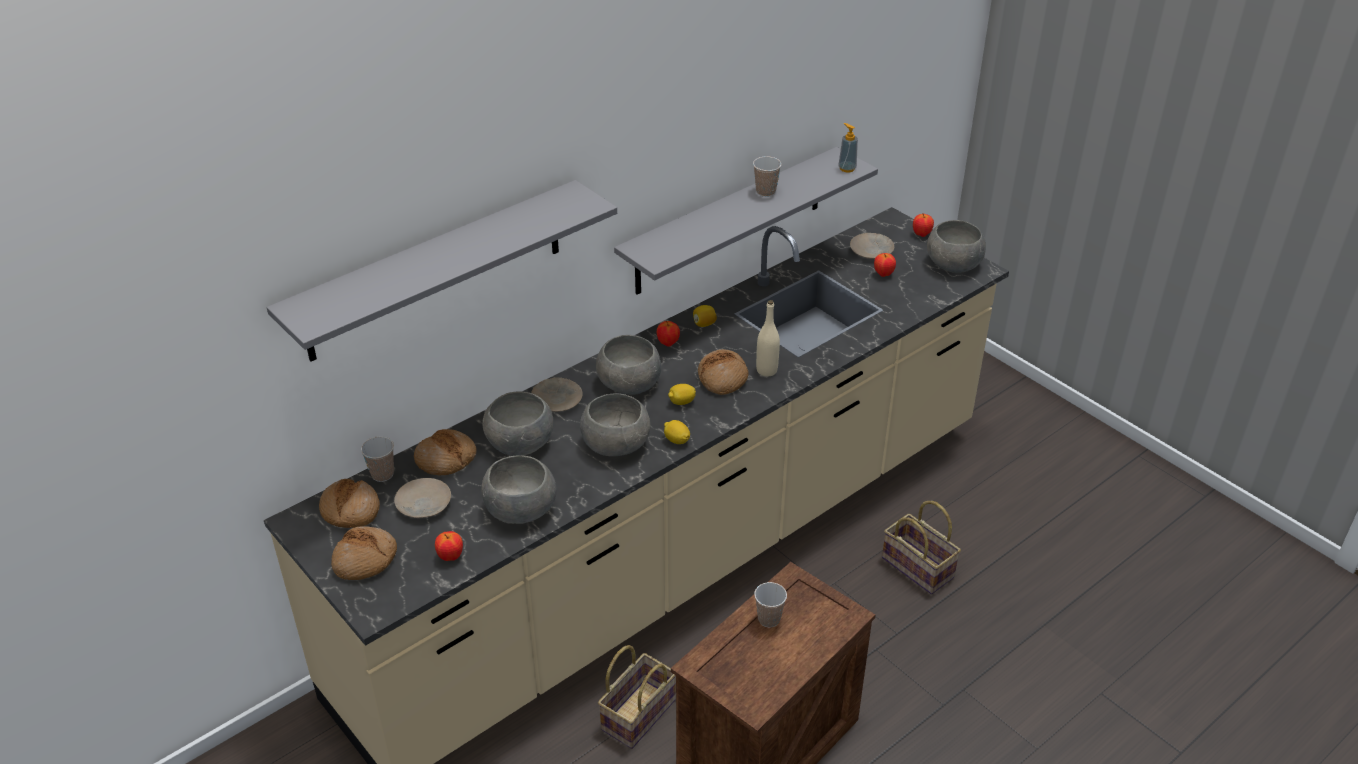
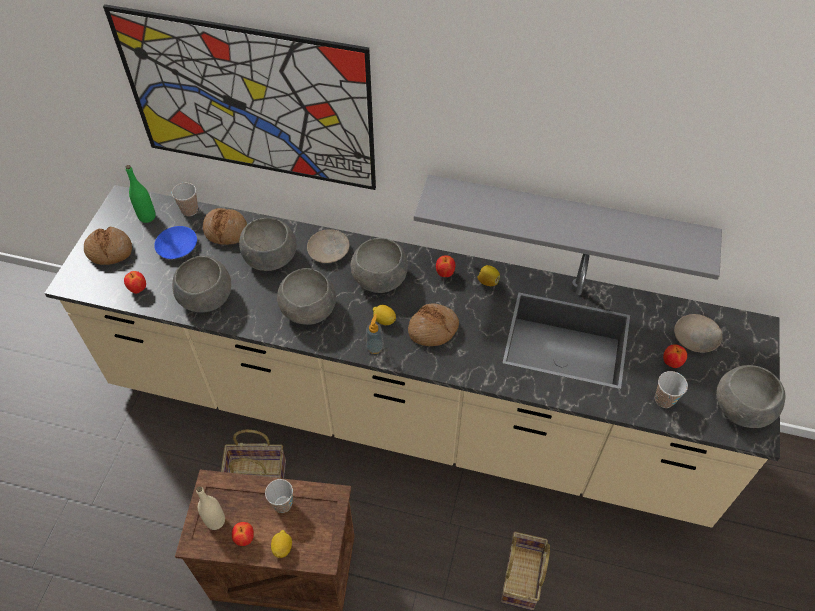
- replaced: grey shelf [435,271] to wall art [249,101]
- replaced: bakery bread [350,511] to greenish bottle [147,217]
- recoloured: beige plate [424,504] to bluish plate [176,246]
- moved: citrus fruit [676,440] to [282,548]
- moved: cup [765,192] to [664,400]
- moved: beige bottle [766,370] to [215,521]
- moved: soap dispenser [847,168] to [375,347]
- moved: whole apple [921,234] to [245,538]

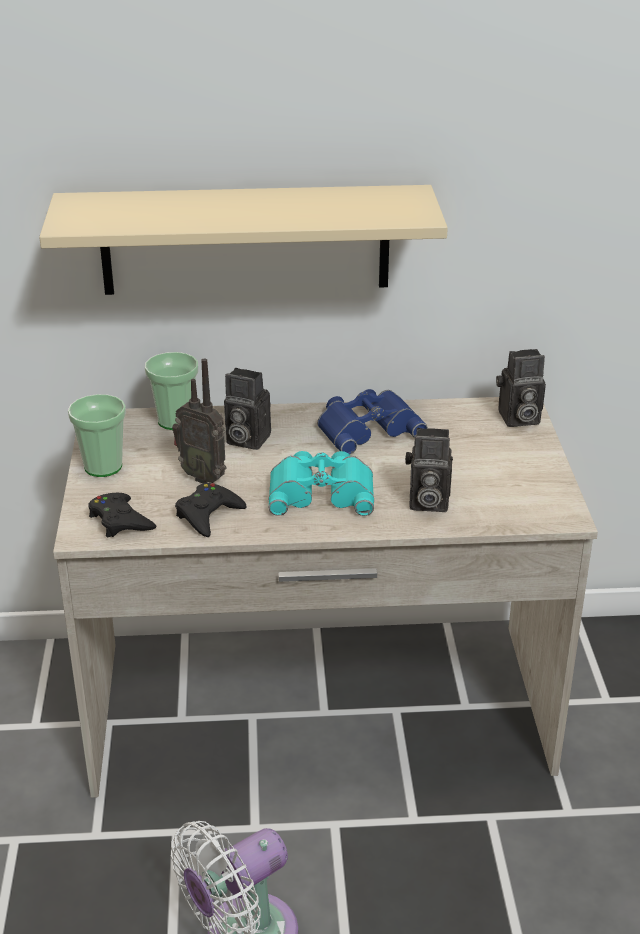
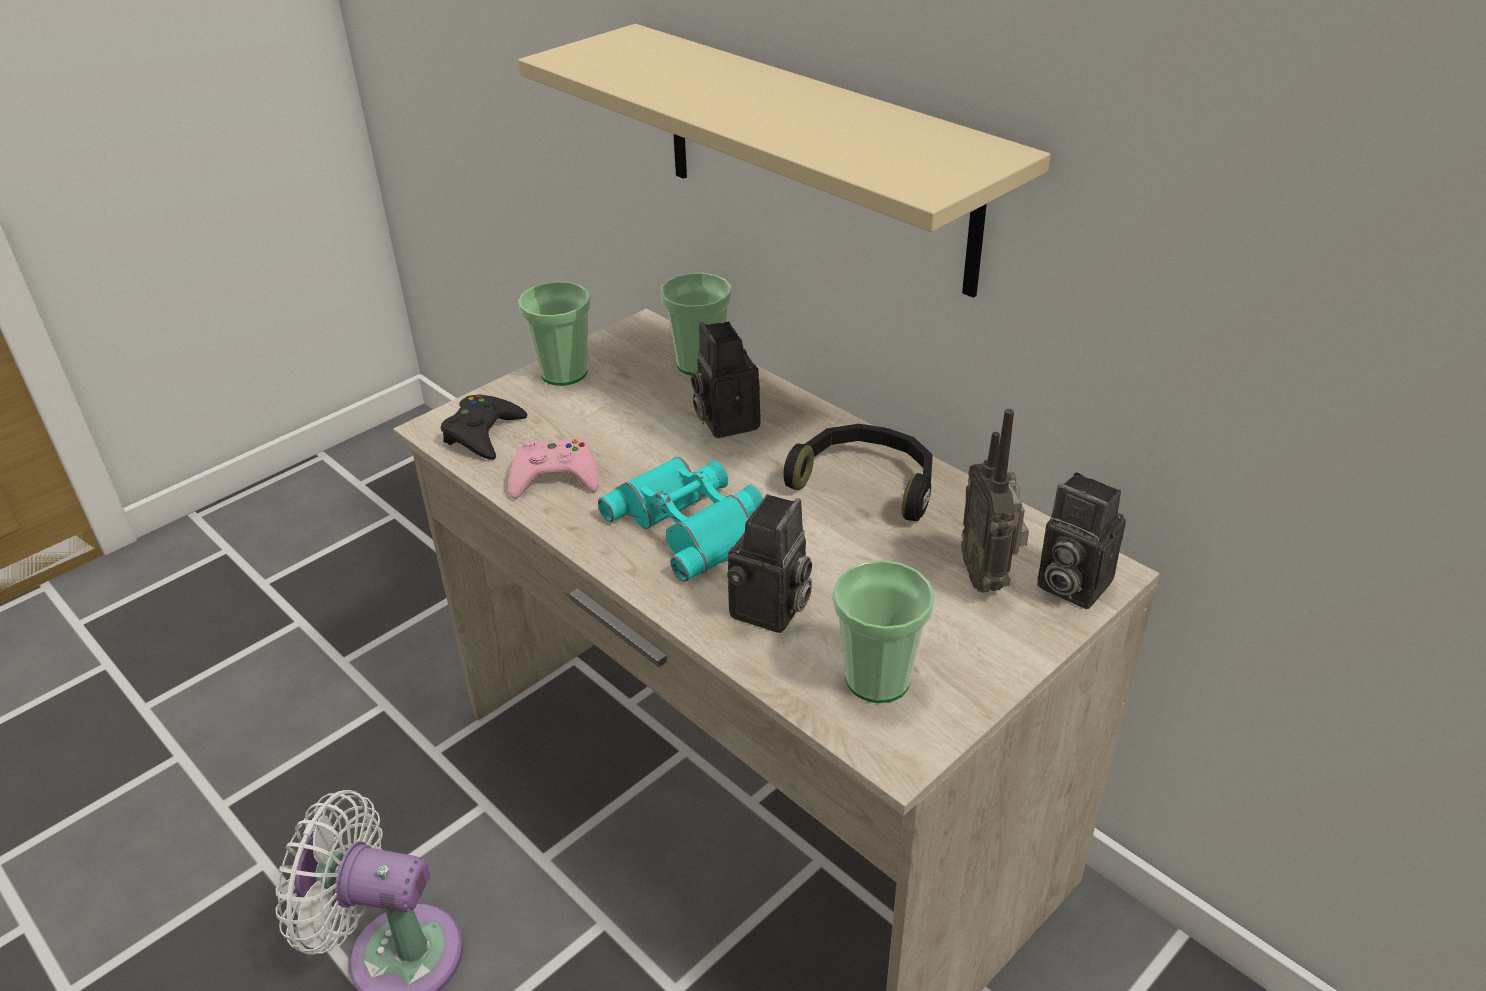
- moved: radio receiver [204,476] to [987,577]
- recoloured: black joypad [208,515] to pinkish joypad [555,477]
- replaced: bluish field glasses [367,428] to black headset [867,482]
- turned: still camera [426,502] = [770,611] 120 degrees counterclockwise
- added: cup [877,679]

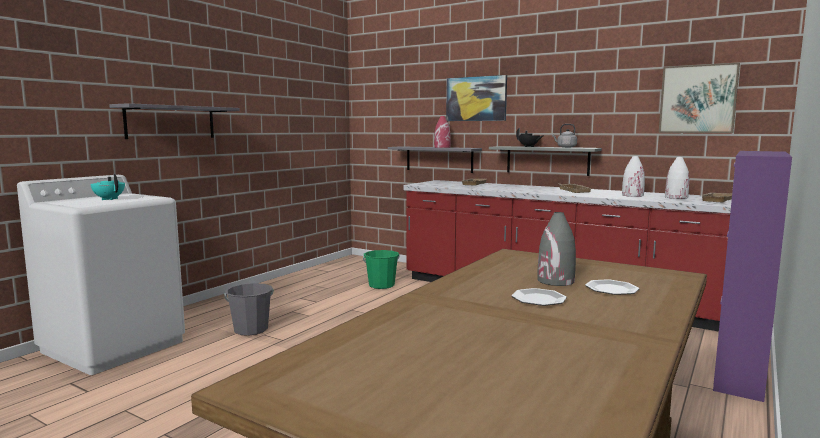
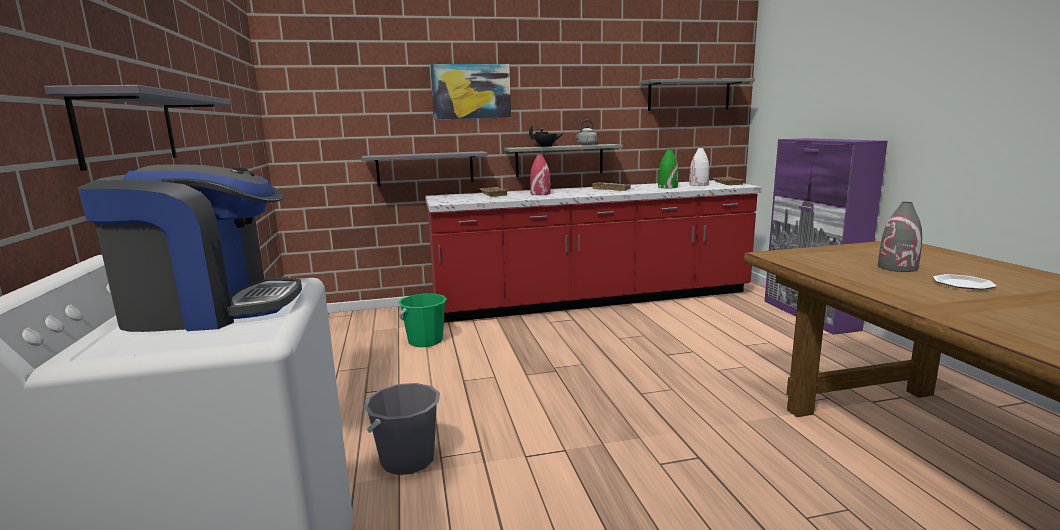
- replaced: turquoise-coloured pot for tea [109,199] to coffee brewer [209,309]
- moved: reddish decorative vase [442,147] to [540,194]
- removed: plate [612,289]
- recoloured: whitish decorative vase [632,195] to greenish decorative vase [667,187]
- replaced: wall art [697,99] to grey shelf [689,95]

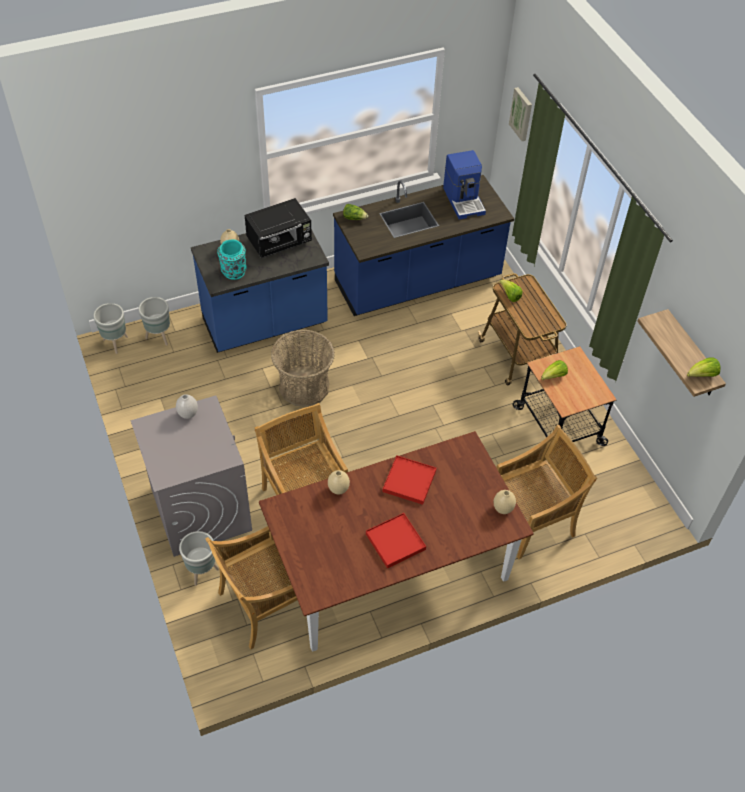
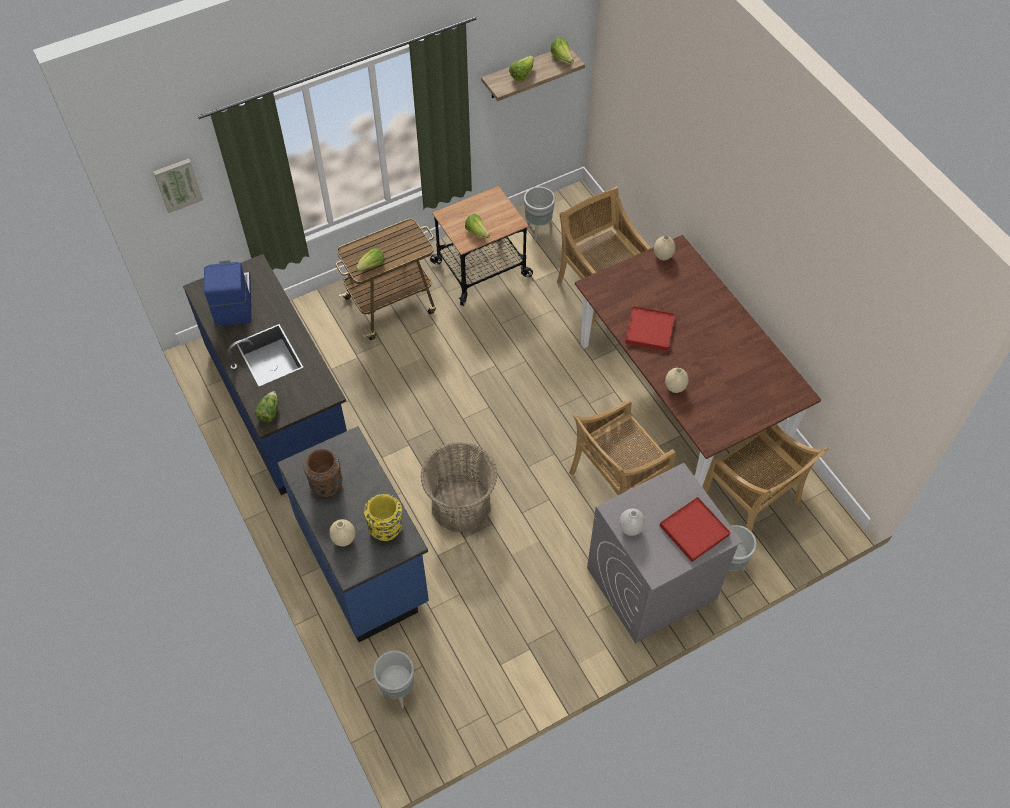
- moved: grey flower pot [116,343] to [537,229]
- recoloured: turquoise-coloured decorative vase [233,272] to yellow decorative vase [386,528]
- replaced: black microwave [280,242] to brown decorative vase [326,484]
- moved: reddish carrying tray [395,542] to [694,530]
- turned: coffee brewer [464,200] = [232,301] 75 degrees counterclockwise
- added: lettuce [522,75]

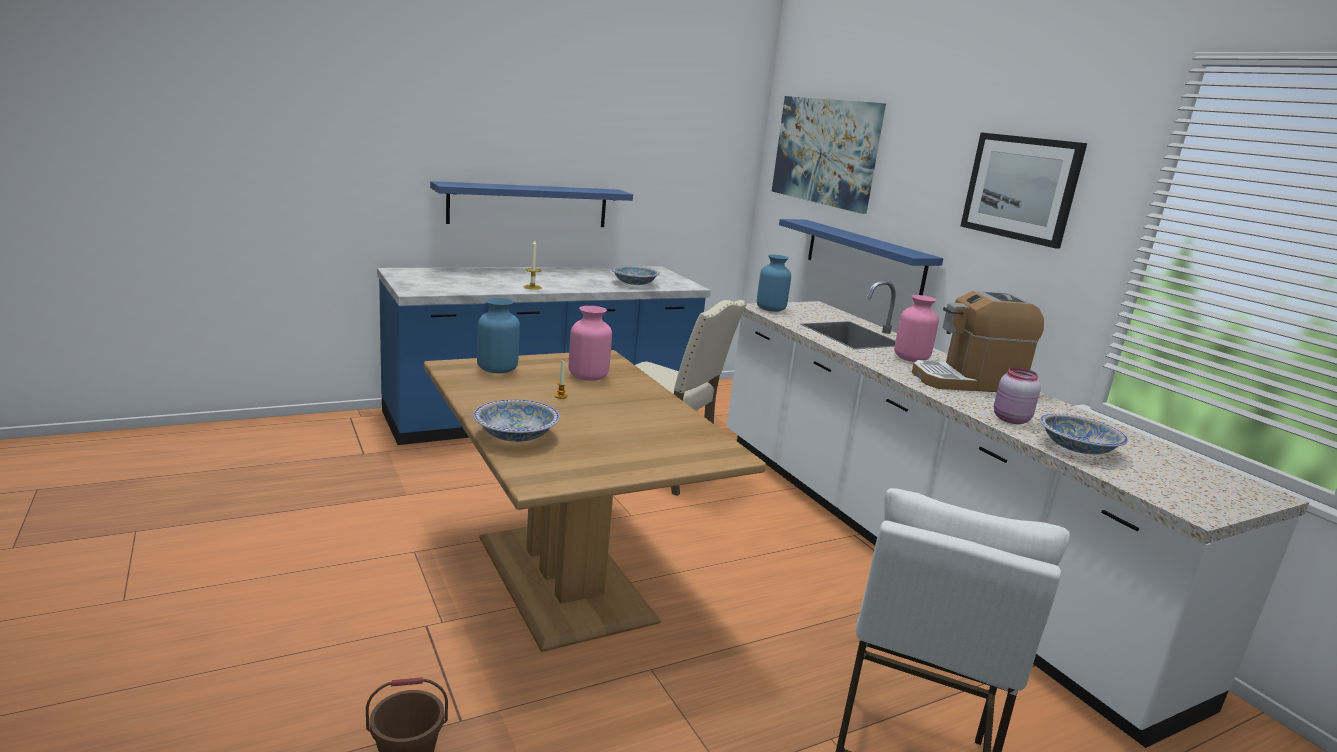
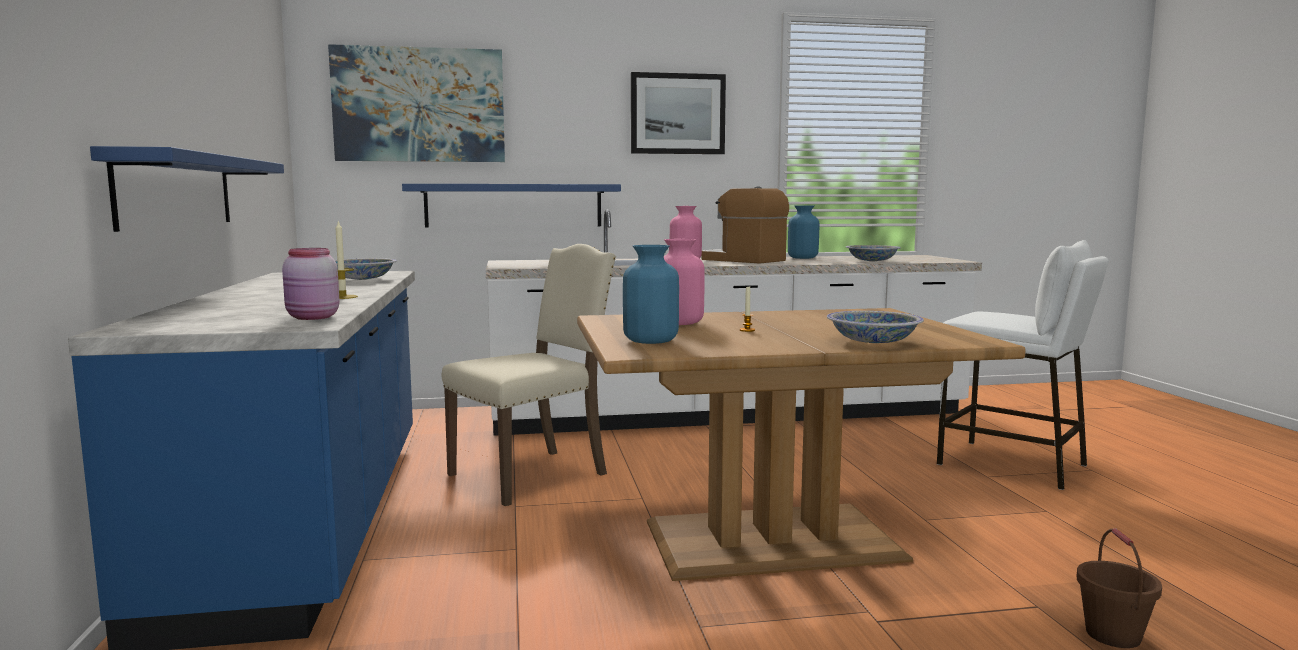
- moved: bluish decorative vase [770,309] to [802,258]
- turned: coffee brewer [967,381] = [742,260] 120 degrees clockwise
- moved: pinkish preserve jar [1010,419] to [312,317]

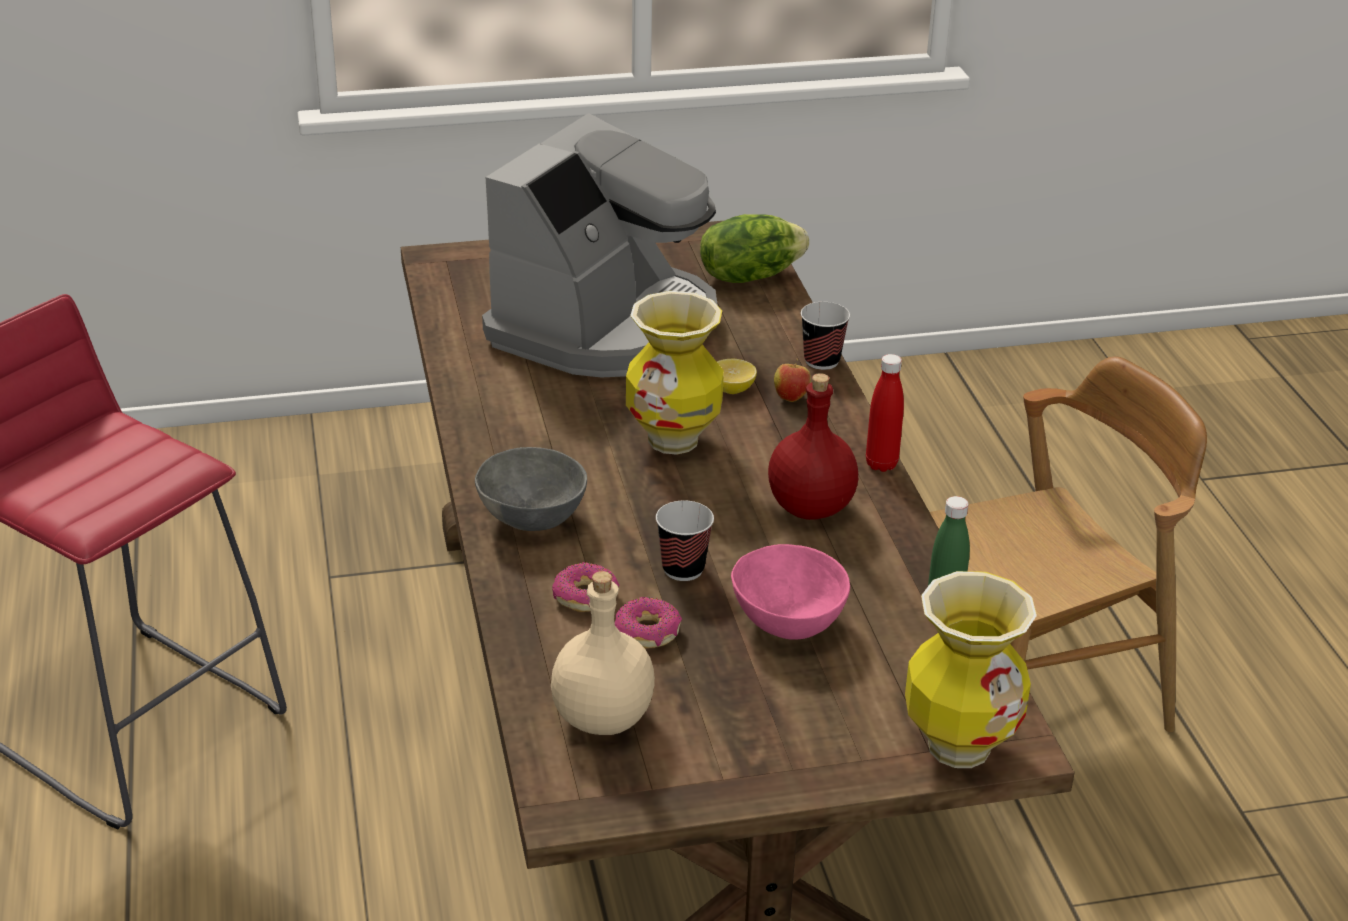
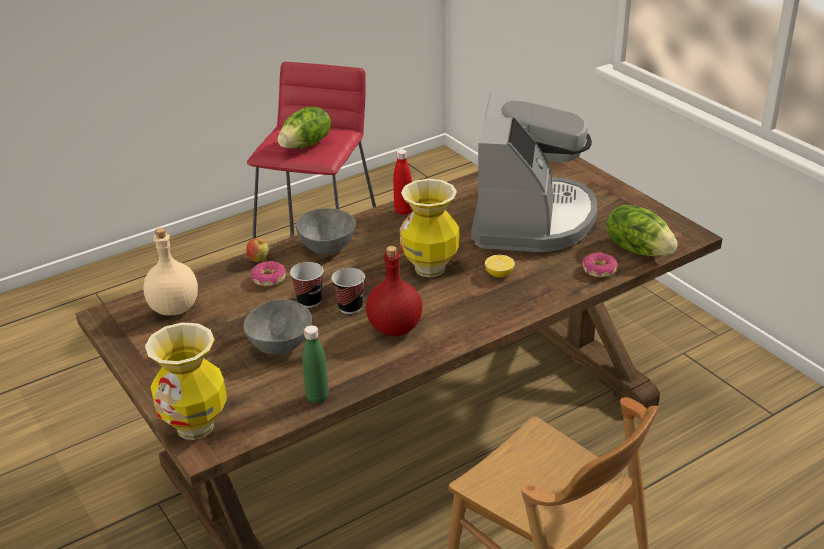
- turned: coffee brewer [606,326] = [531,219] 90 degrees counterclockwise
- moved: donut [648,633] to [599,270]
- recoloured: pinkish bowl [787,620] to grey bowl [281,344]
- moved: whole apple [791,397] to [258,260]
- moved: cup [821,361] to [350,307]
- moved: reddish bottle [881,464] to [403,211]
- added: lettuce [306,145]

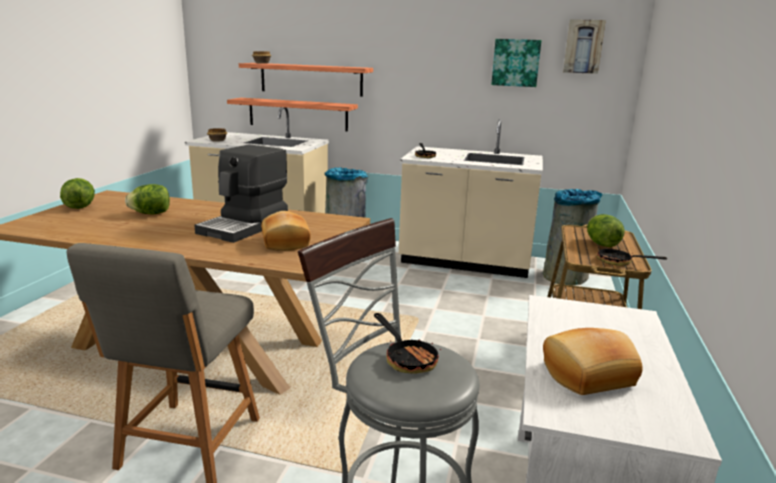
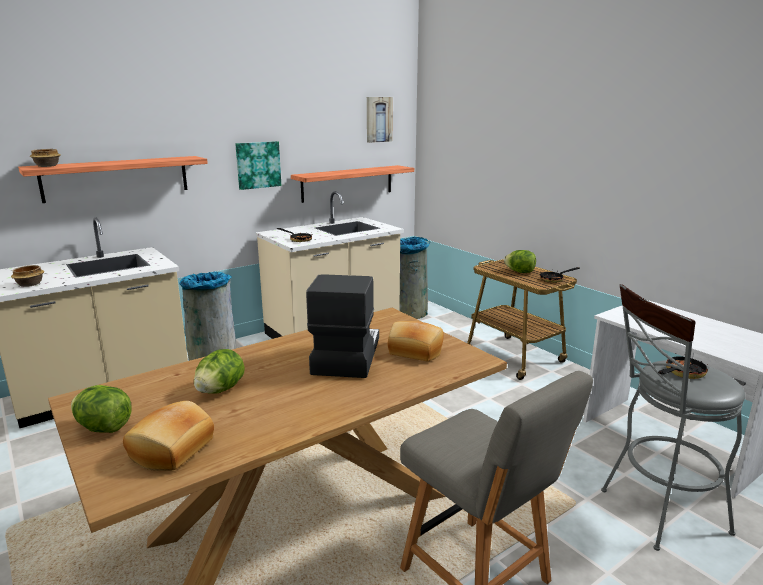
- turned: coffee brewer [245,226] = [345,355] 150 degrees counterclockwise
- moved: shelf [298,114] to [347,183]
- turned: skillet [407,358] = [681,373] 45 degrees counterclockwise
- moved: wall art [516,62] to [258,165]
- moved: bakery bread [589,376] to [173,450]

